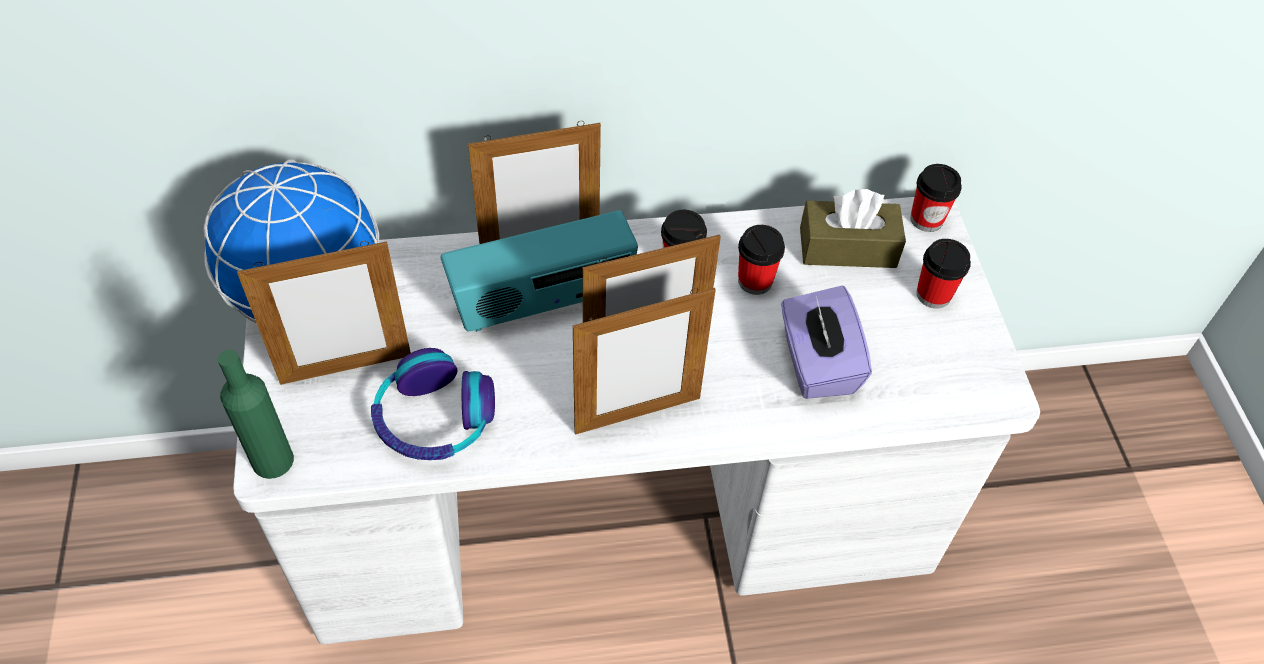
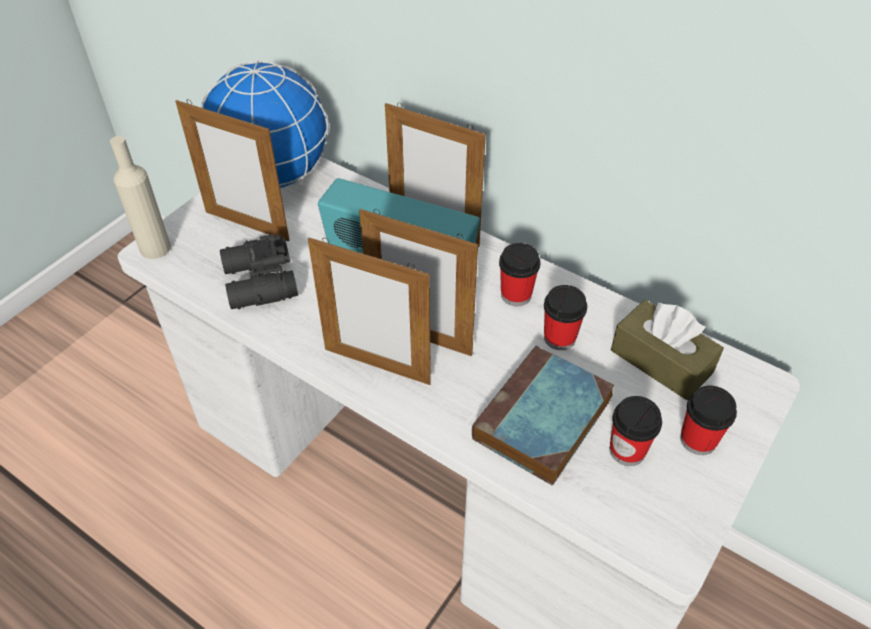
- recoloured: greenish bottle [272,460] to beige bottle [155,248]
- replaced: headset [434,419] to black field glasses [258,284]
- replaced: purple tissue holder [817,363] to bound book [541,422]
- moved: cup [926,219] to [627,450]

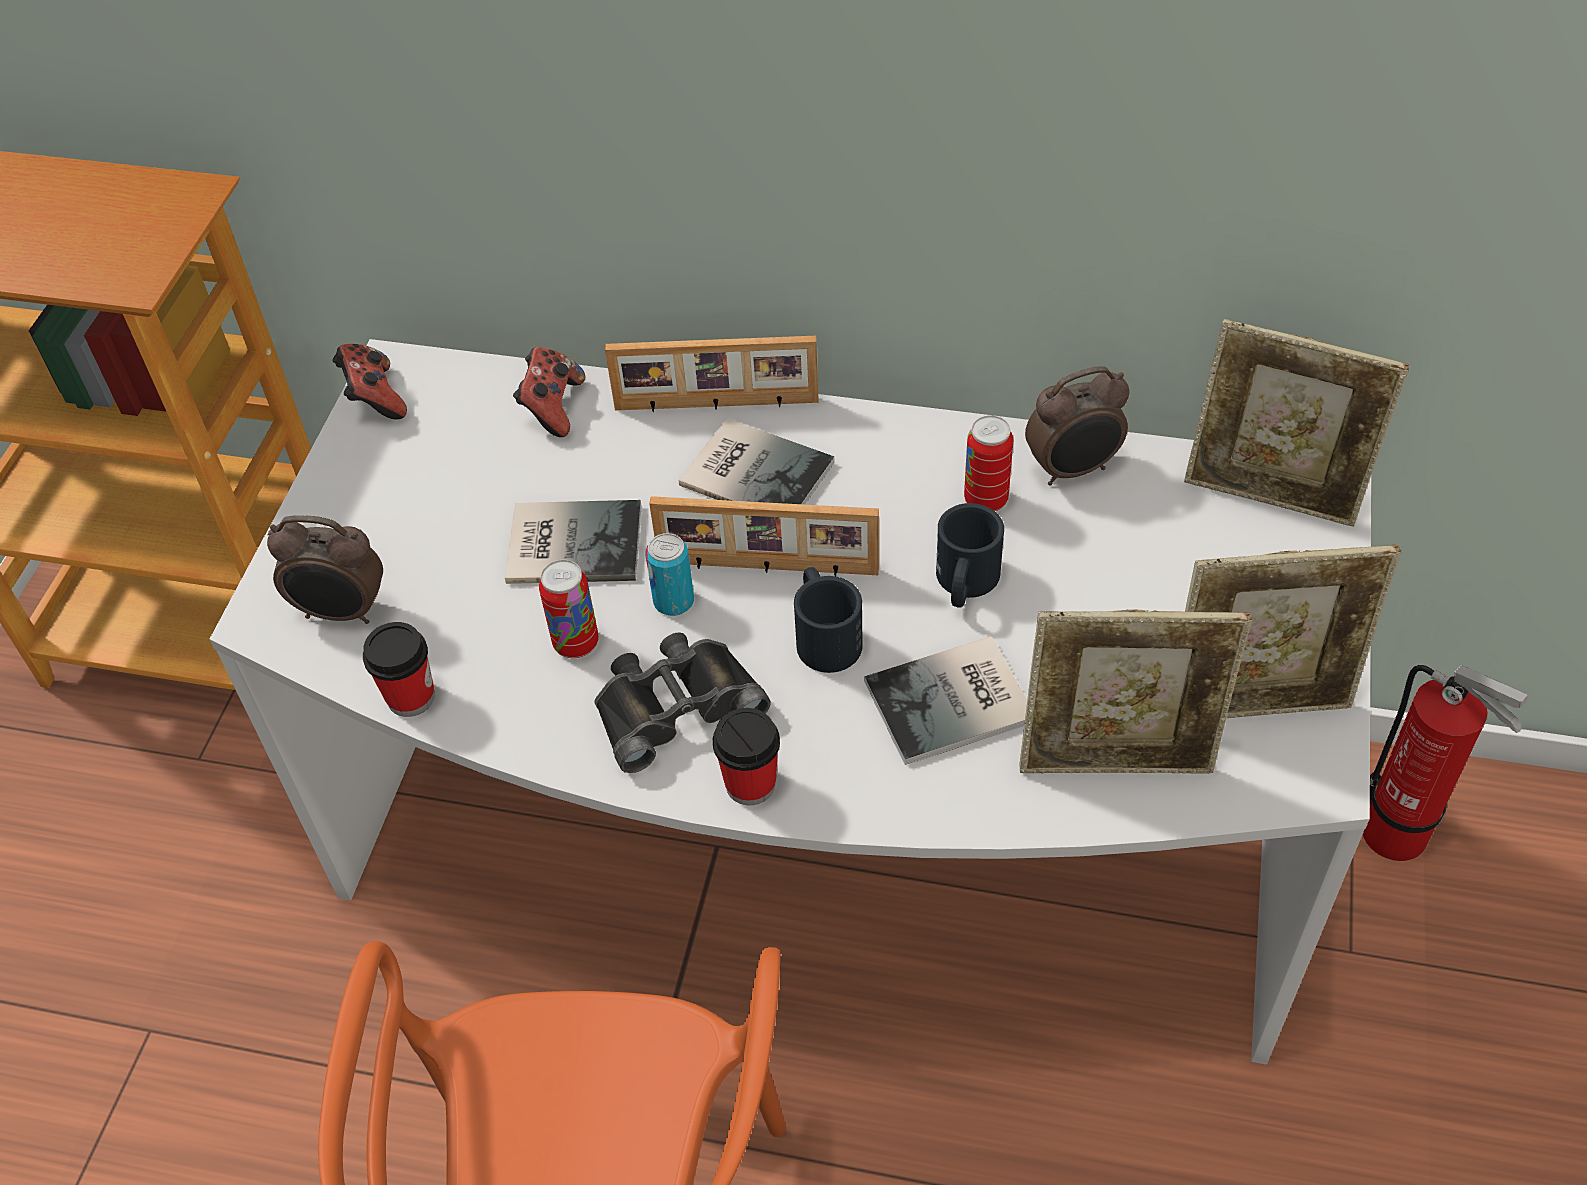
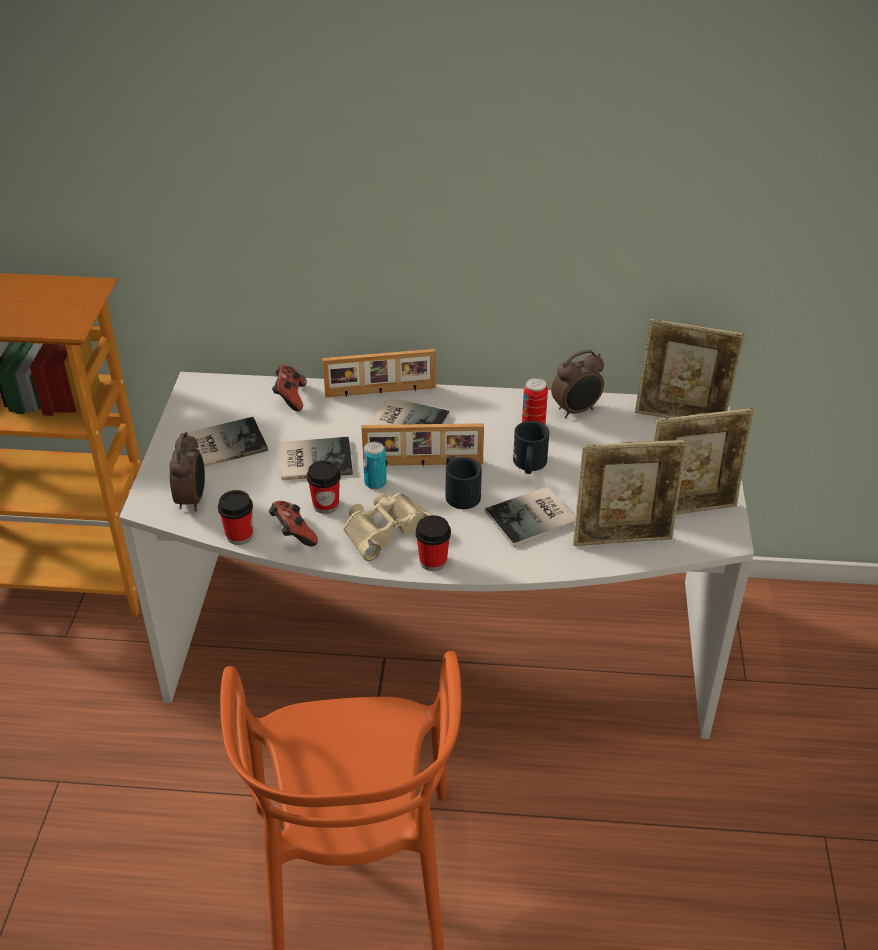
- turned: table clock [342,612] = [192,499] 90 degrees counterclockwise
- moved: joypad [374,399] to [293,535]
- replaced: sealed can [576,643] to cup [326,505]
- recoloured: black field glasses [674,705] to beige field glasses [385,529]
- removed: fire extinguisher [1402,838]
- added: bound book [224,442]

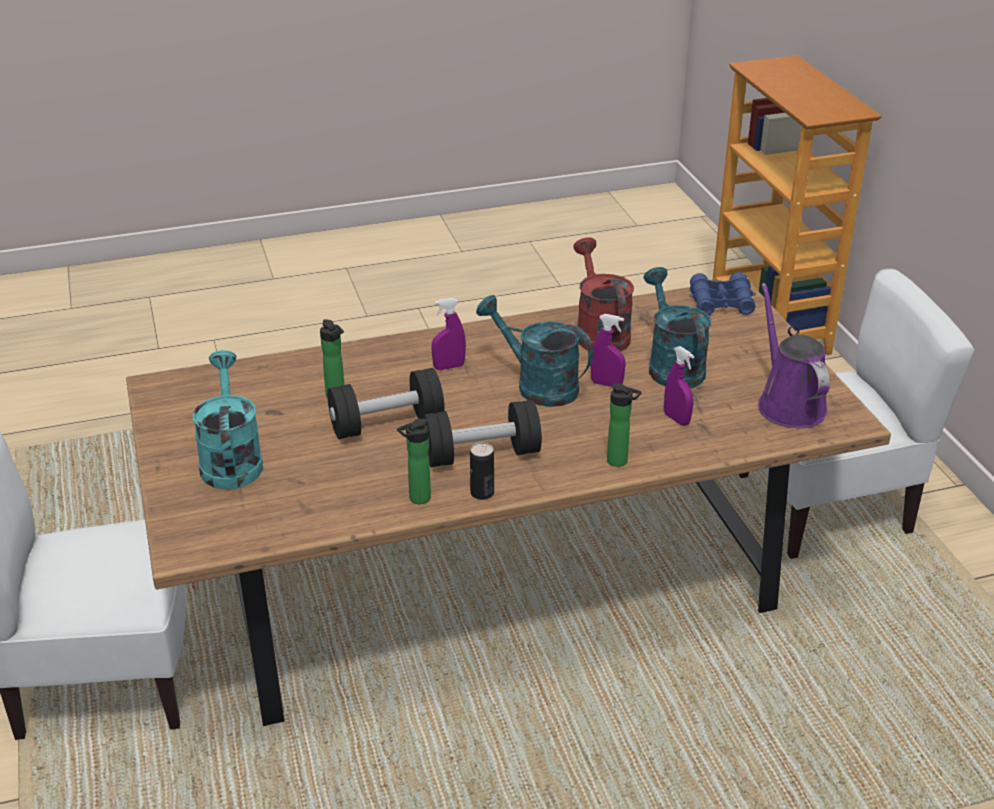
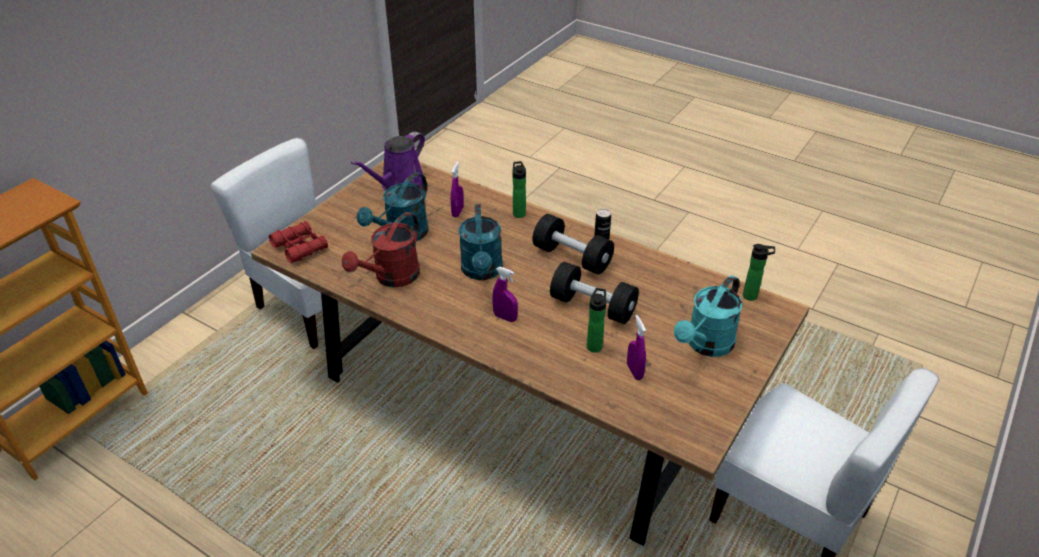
- moved: bottle [417,499] to [752,296]
- moved: purple sprayer [606,384] to [634,371]
- recoloured: bluish field glasses [721,303] to reddish field glasses [300,247]

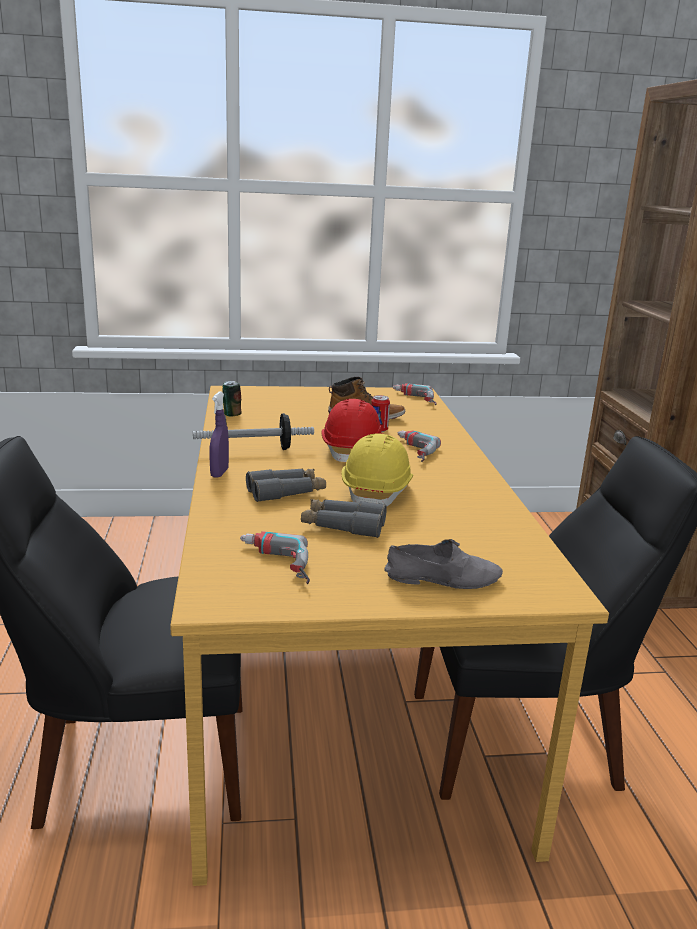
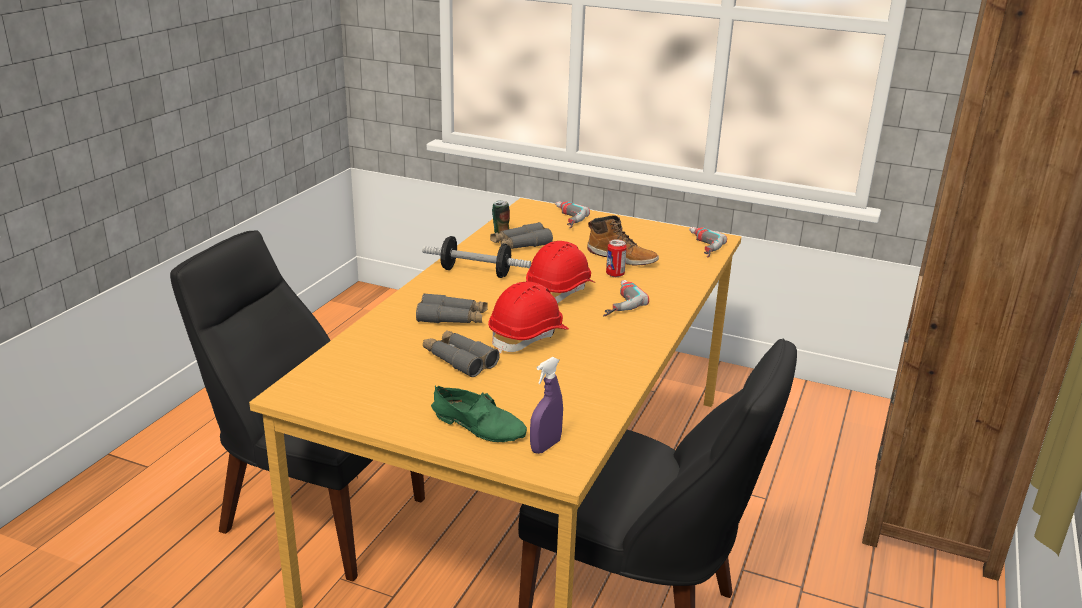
- moved: purple sprayer [219,473] to [545,446]
- moved: power drill [273,565] to [563,219]
- recoloured: yellow safety helmet [377,492] to reddish safety helmet [528,336]
- recoloured: grey item of footwear [442,577] to greenish item of footwear [479,425]
- added: grey field glasses [520,244]

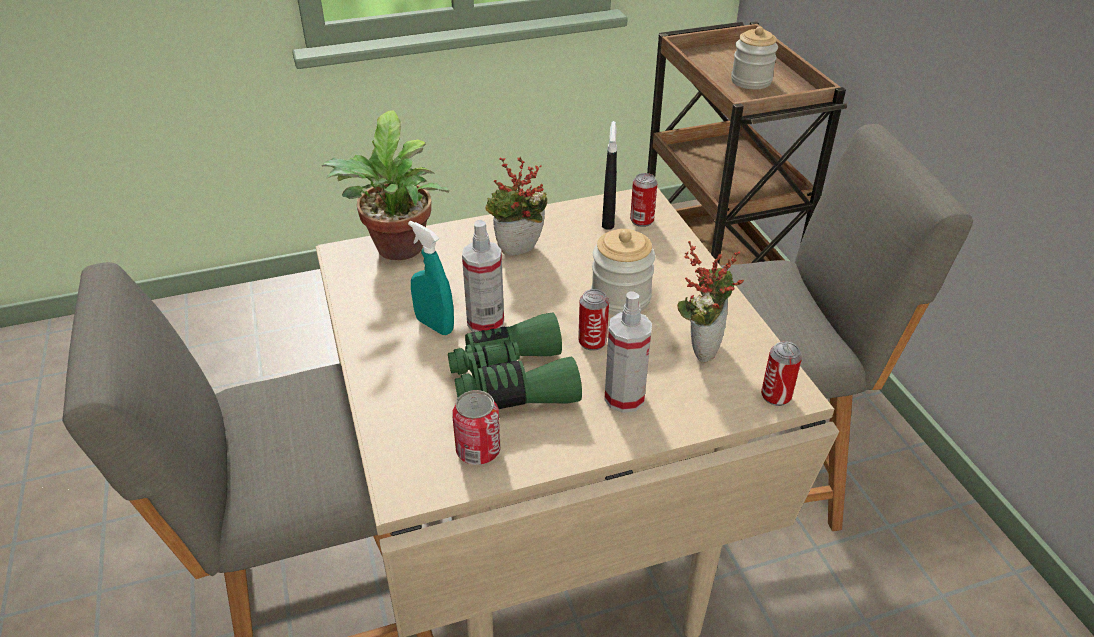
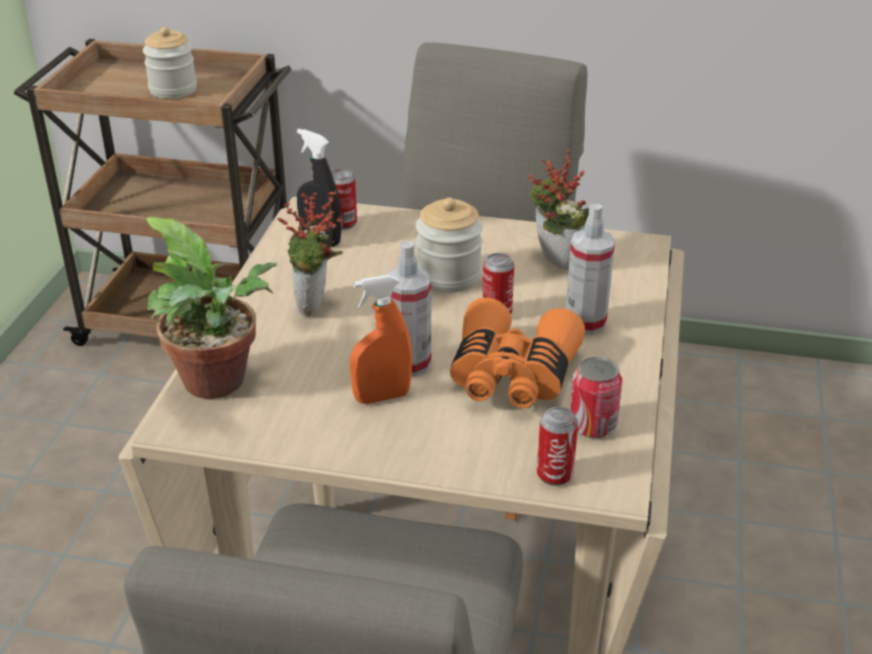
- recoloured: turquoise-coloured sprayer [434,325] to orange-coloured sprayer [382,397]
- recoloured: greenish field glasses [512,381] to orange-coloured field glasses [512,375]
- moved: sealed can [776,396] to [554,475]

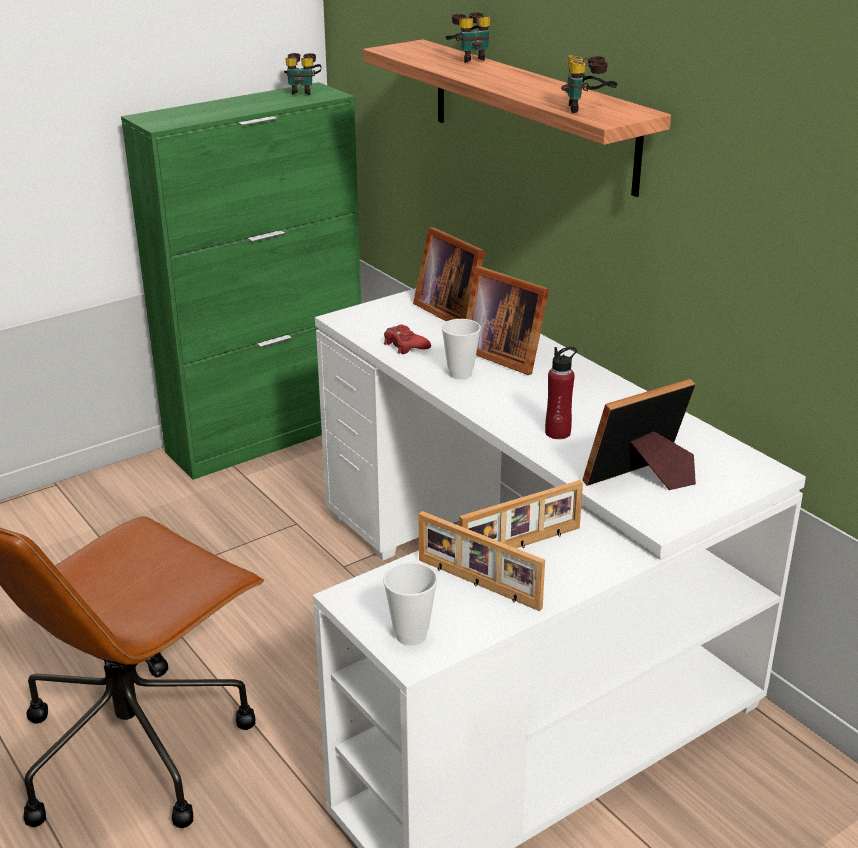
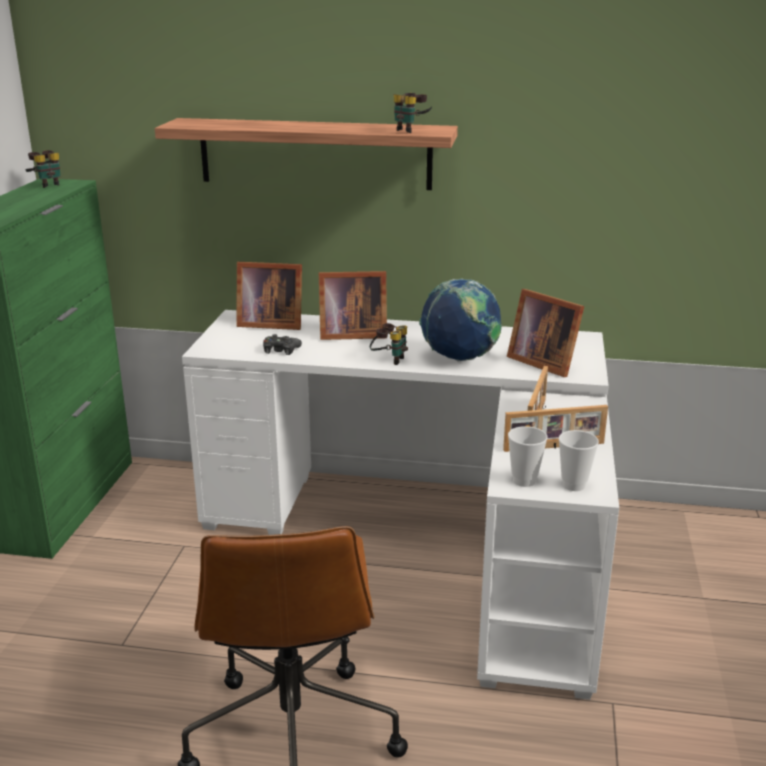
- recoloured: reddish joypad [405,346] to black joypad [280,350]
- moved: cup [460,374] to [524,481]
- moved: field glasses [469,59] to [389,360]
- replaced: reddish bottle [558,433] to world globe [460,359]
- turned: photo frame [643,479] = [542,362] 60 degrees counterclockwise

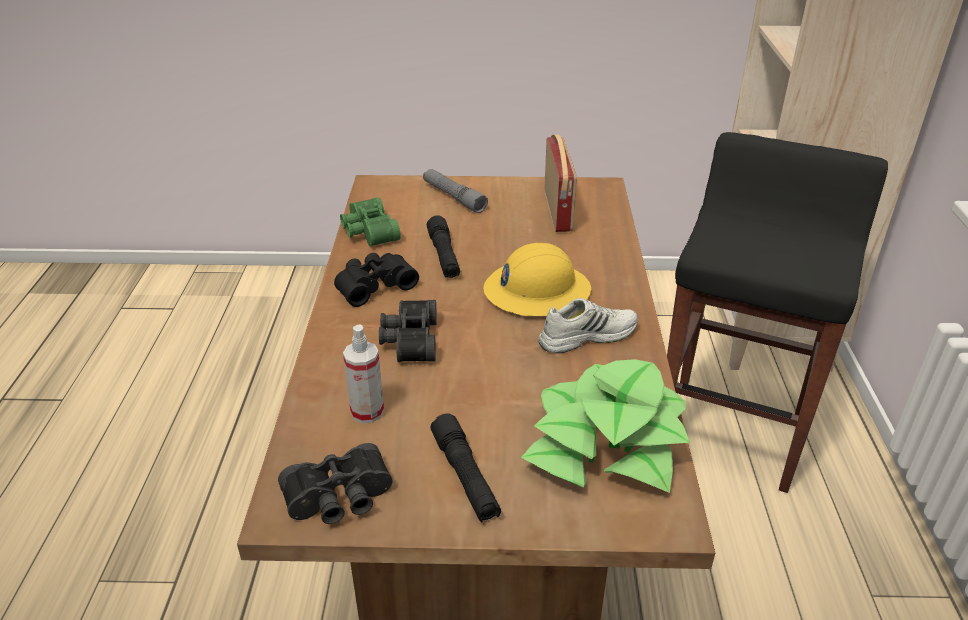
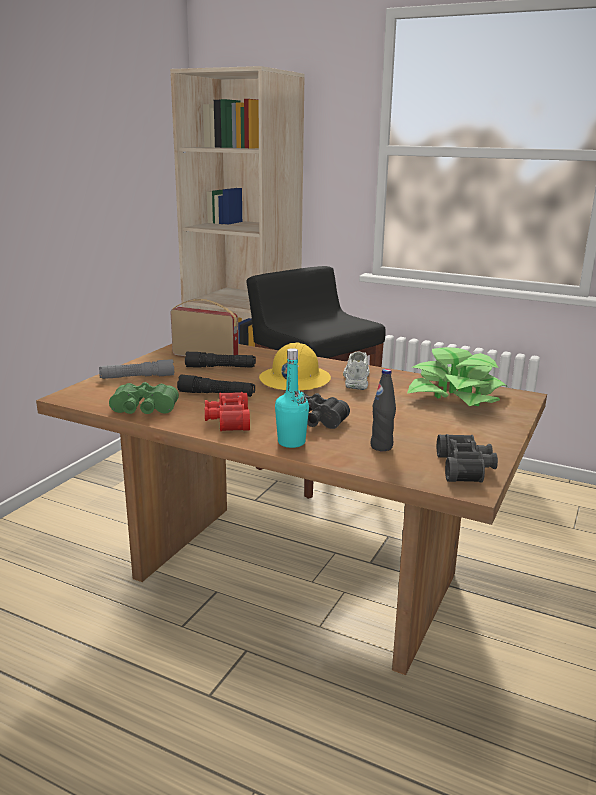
- recoloured: black field glasses [374,285] to reddish field glasses [227,421]
- replaced: sprayer [367,411] to black bottle [381,447]
- moved: black hand torch [465,476] to [220,367]
- added: turquoise-coloured bottle [291,442]

